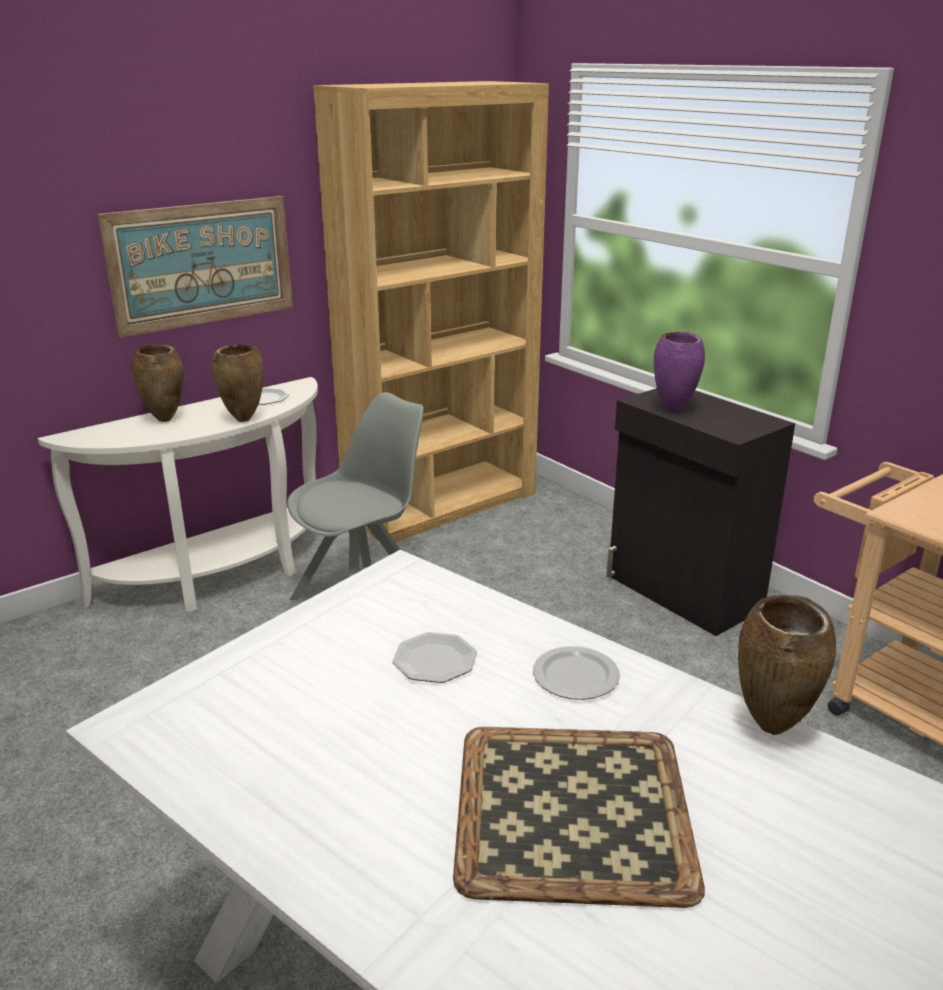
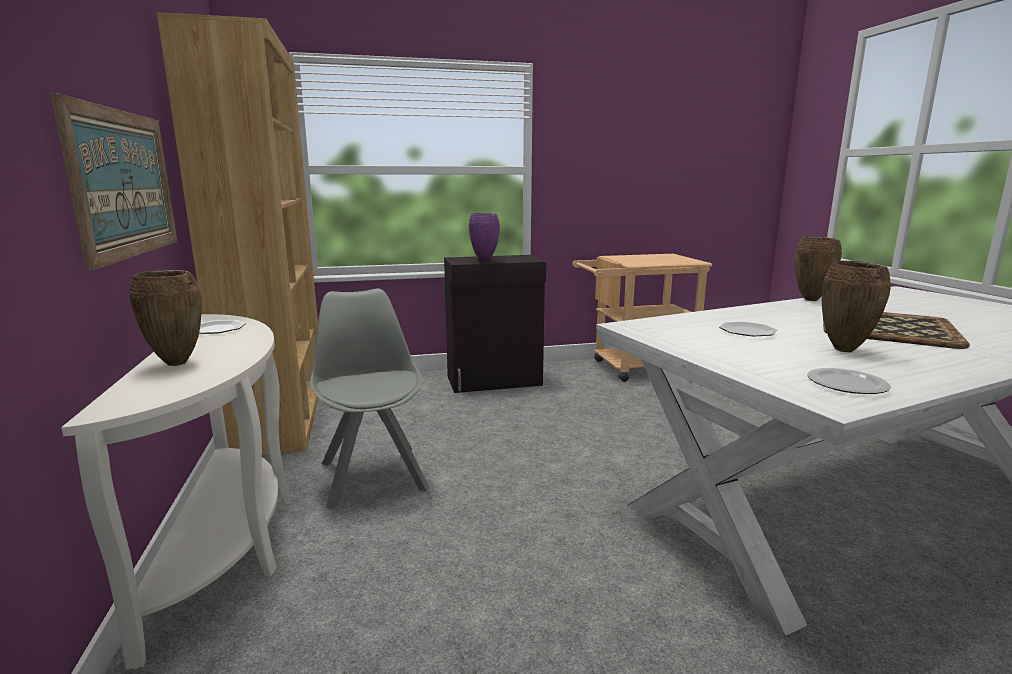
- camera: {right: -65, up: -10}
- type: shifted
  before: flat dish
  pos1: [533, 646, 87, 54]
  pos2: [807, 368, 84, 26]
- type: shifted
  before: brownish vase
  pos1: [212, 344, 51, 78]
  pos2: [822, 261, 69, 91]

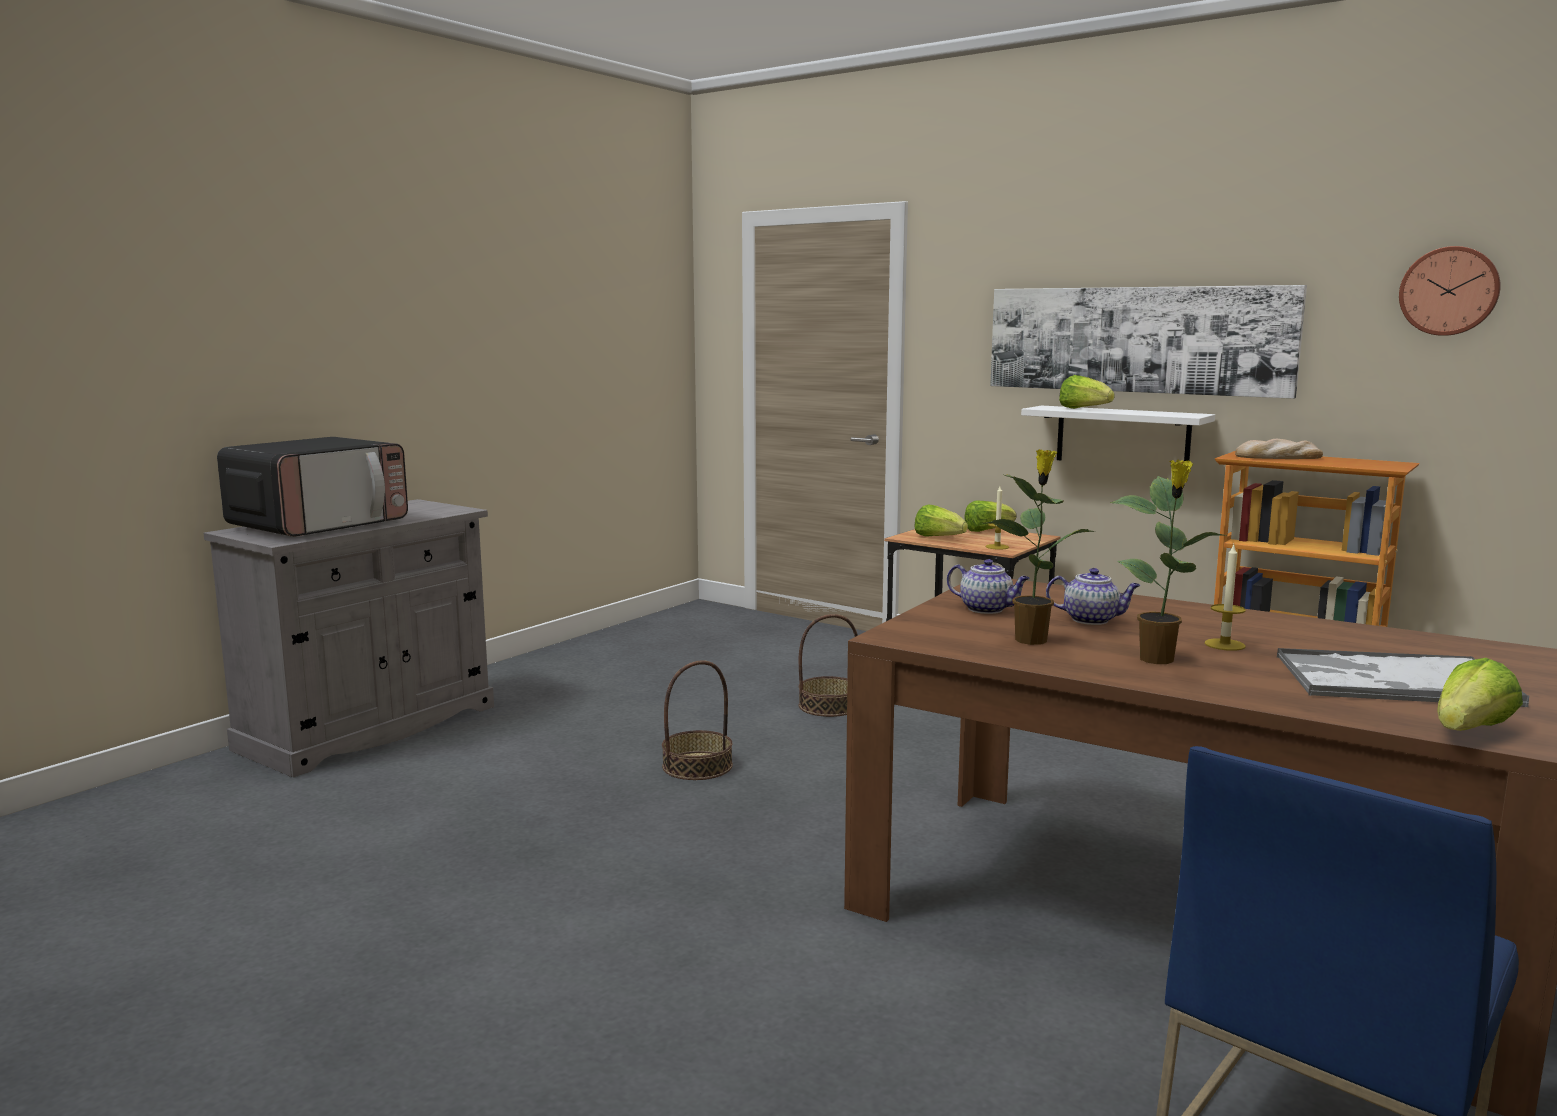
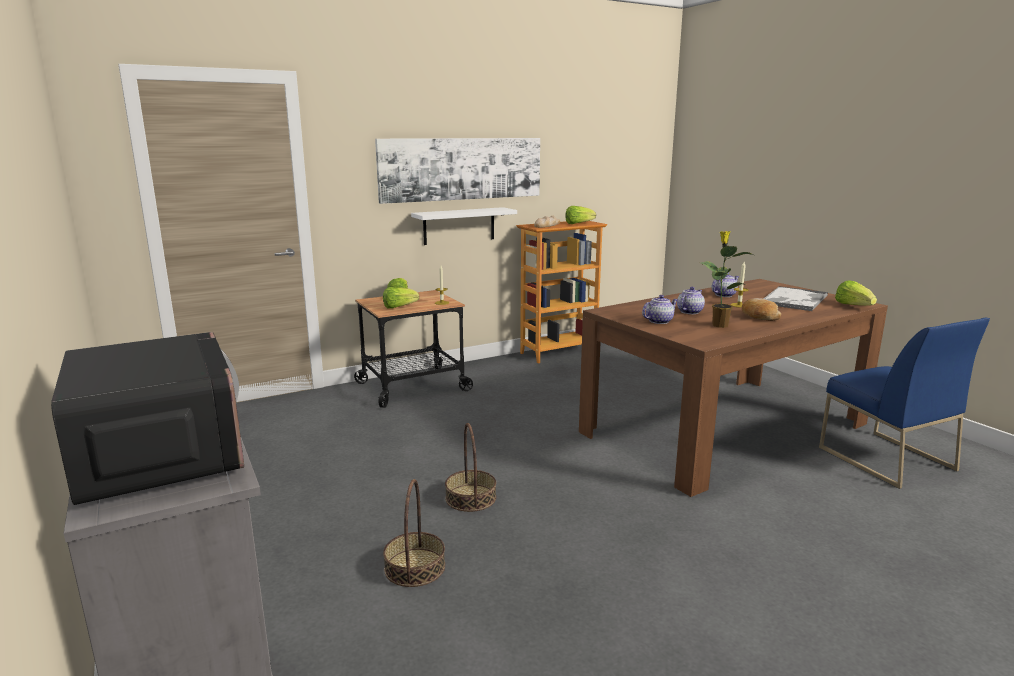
- camera: {right: -65, up: 5}
- type: shifted
  before: household basket
  pos1: [799, 614, 59, 103]
  pos2: [383, 479, 62, 108]
- type: shifted
  before: lettuce head
  pos1: [1059, 375, 56, 34]
  pos2: [565, 206, 31, 18]
- type: new
  after: teapot
  pos2: [712, 273, 27, 24]
- type: swapped
  before: houseplant
  after: baked bread
  pos1: [1110, 459, 116, 205]
  pos2: [742, 298, 39, 23]
- type: gone
  before: wall clock
  pos1: [1399, 246, 102, 90]

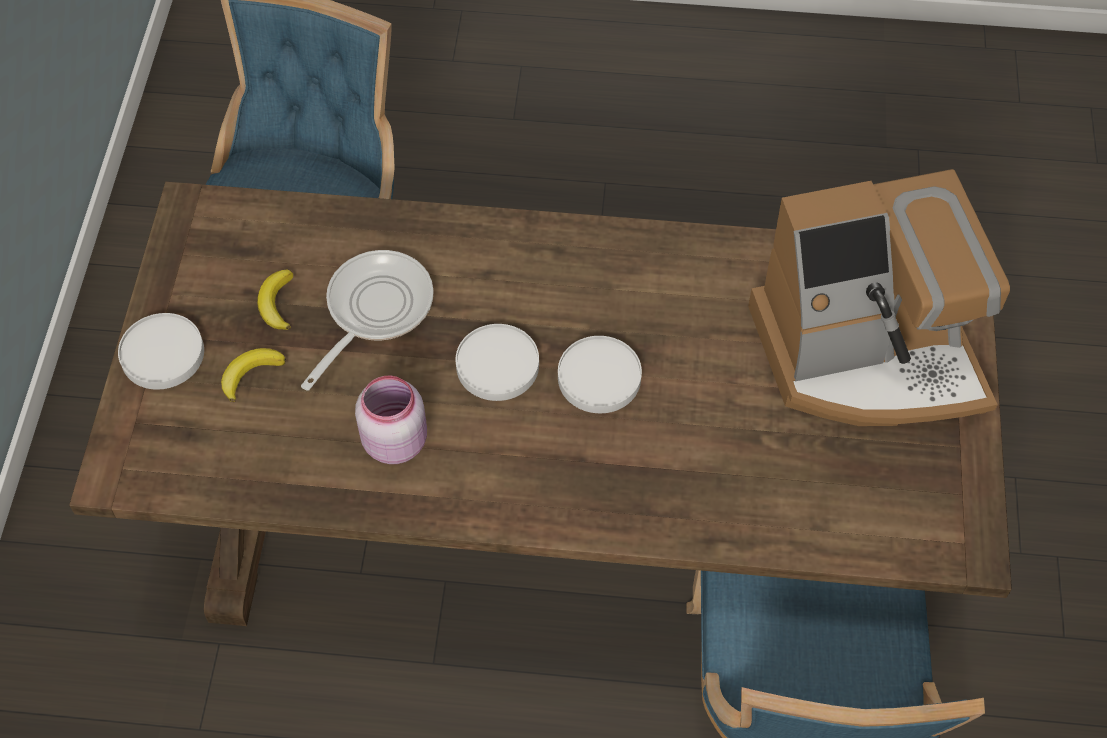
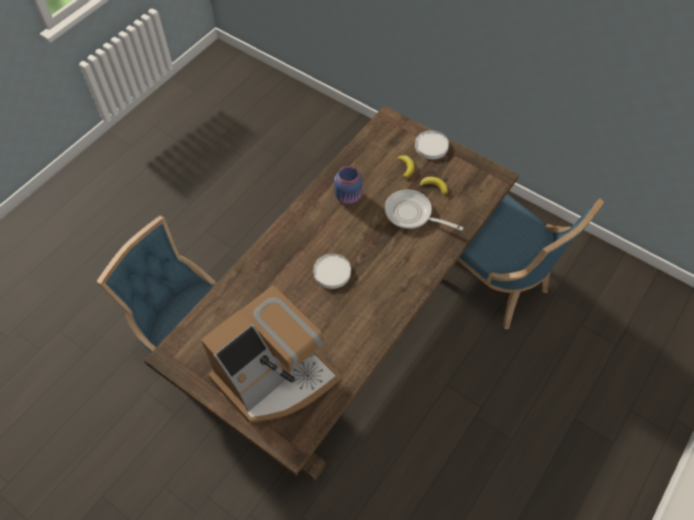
- camera: {right: 120, up: 0}
- type: rotated
  before: coffee brewer
  pos1: [748, 169, 262, 257]
  pos2: [201, 285, 141, 138]
  turn: -150
- type: repainted
  before: pinkish preserve jar
  after: blue-coloured preserve jar
  pos1: [355, 376, 72, 88]
  pos2: [334, 166, 28, 39]
- type: rotated
  before: skillet
  pos1: [301, 250, 133, 141]
  pos2: [385, 190, 78, 41]
  turn: 150
- type: gone
  before: whitish flat dish
  pos1: [456, 324, 83, 77]

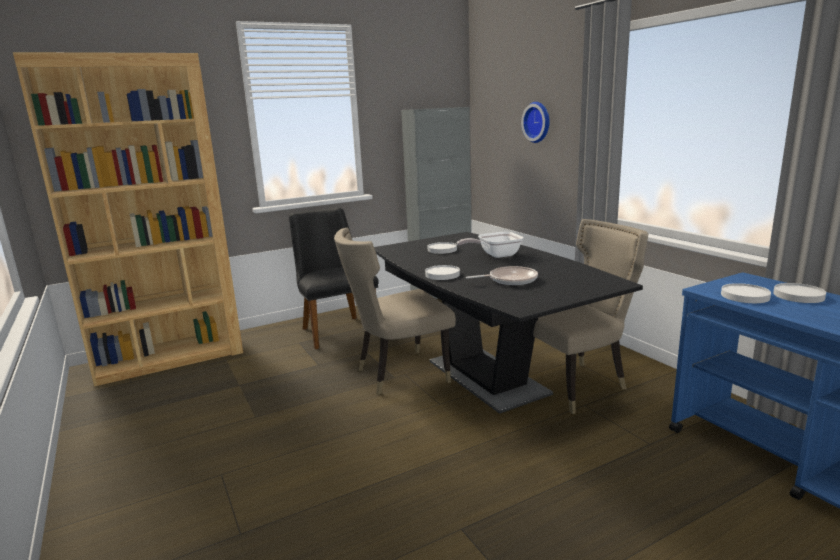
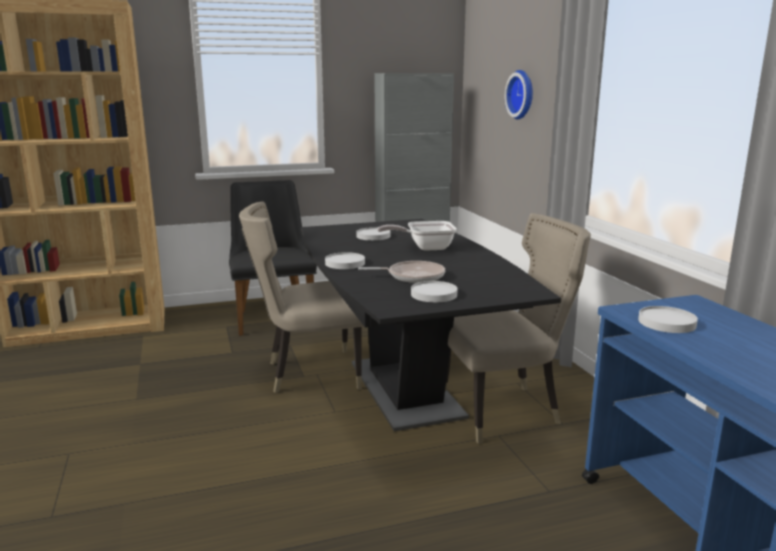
- camera: {right: 10, up: 0}
- type: shifted
  before: whitish flat dish
  pos1: [773, 283, 53, 20]
  pos2: [411, 281, 47, 21]

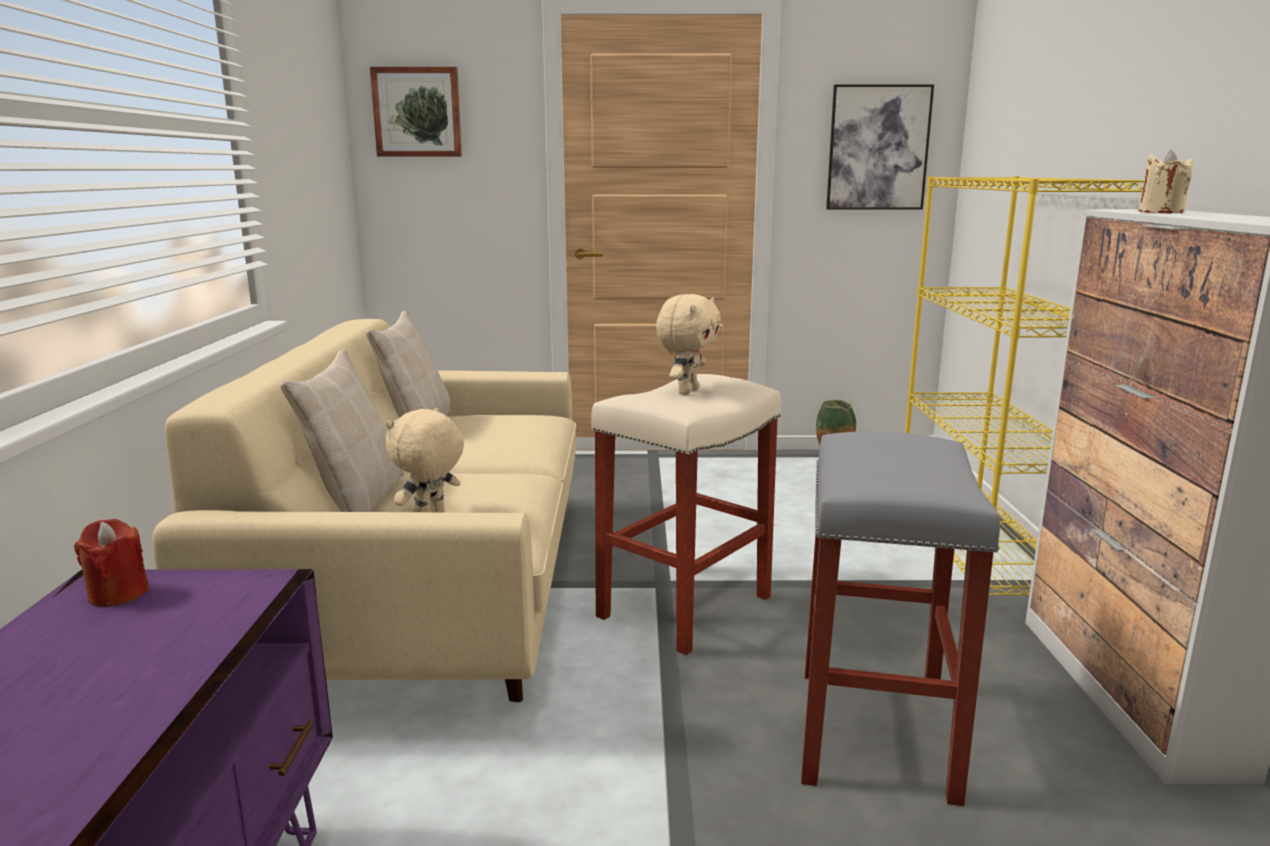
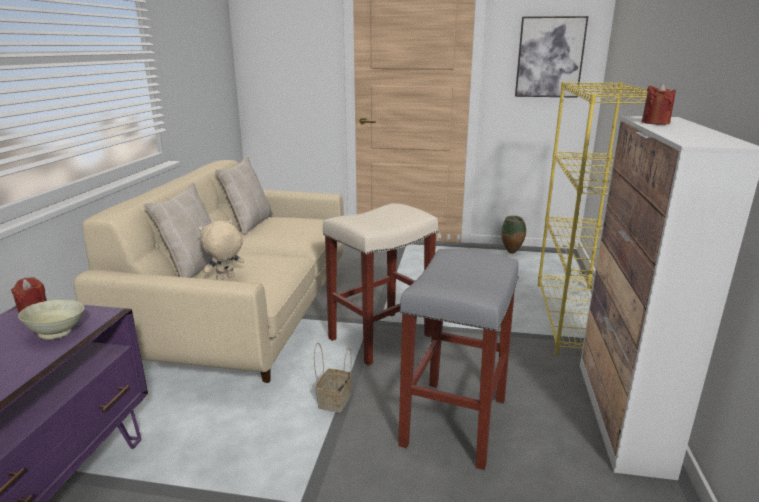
- camera: {right: 10, up: 5}
- type: new
  after: sand-coloured bowl
  pos2: [18, 299, 66, 41]
- type: new
  after: household basket
  pos2: [314, 343, 38, 70]
- type: repainted
  before: sand-coloured wax light
  after: reddish wax light
  pos1: [1138, 150, 55, 64]
  pos2: [642, 83, 34, 42]
- type: gone
  before: picture
  pos1: [370, 67, 92, 90]
- type: gone
  before: sand-coloured cuddly toy
  pos1: [656, 294, 65, 101]

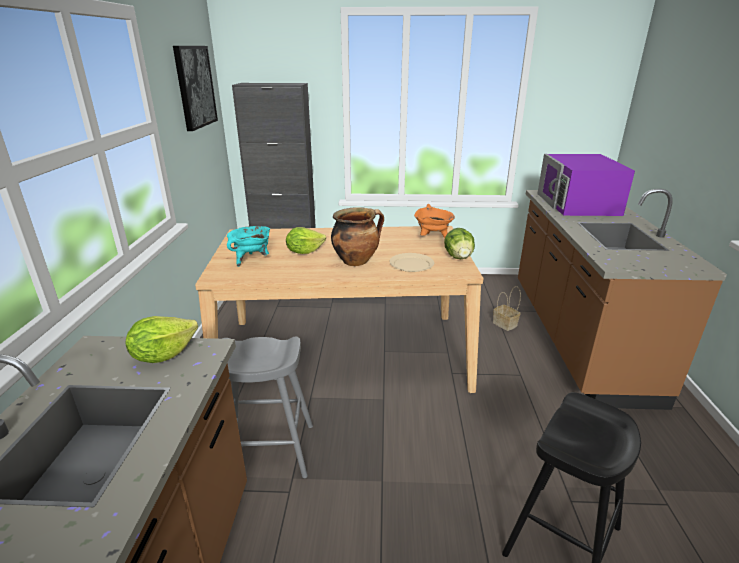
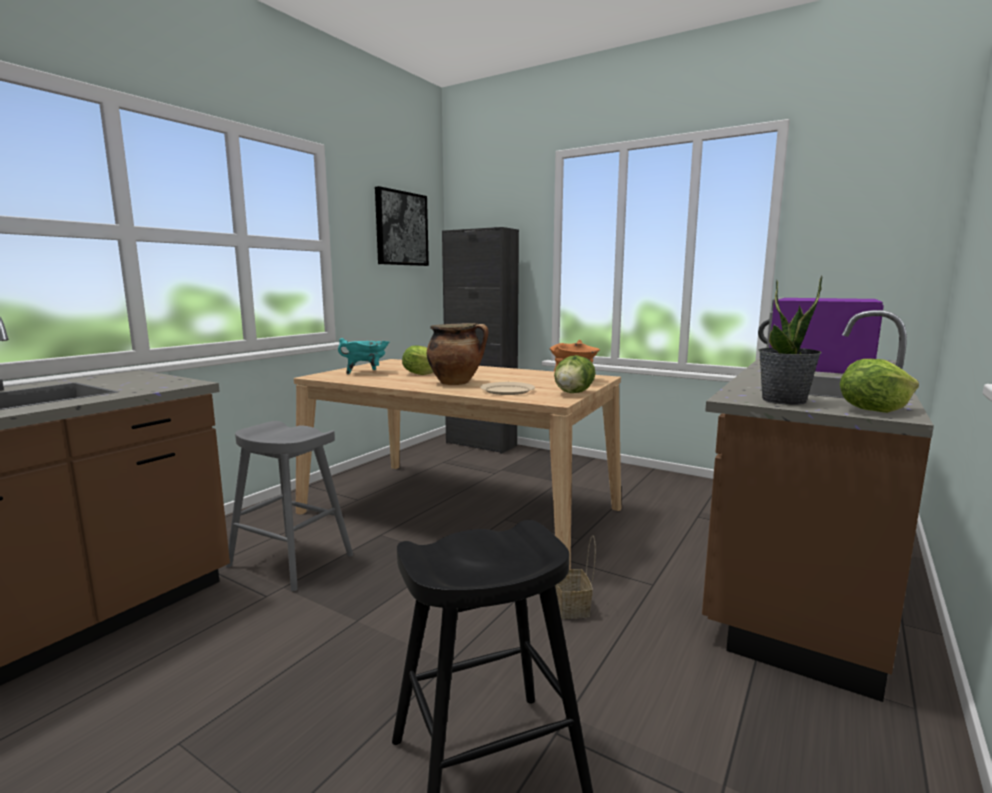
- camera: {right: 30, up: -15}
- type: shifted
  before: household basket
  pos1: [493, 286, 28, 45]
  pos2: [555, 535, 41, 84]
- type: new
  after: houseplant
  pos2: [759, 276, 63, 129]
- type: shifted
  before: lettuce head
  pos1: [126, 316, 72, 47]
  pos2: [840, 359, 79, 54]

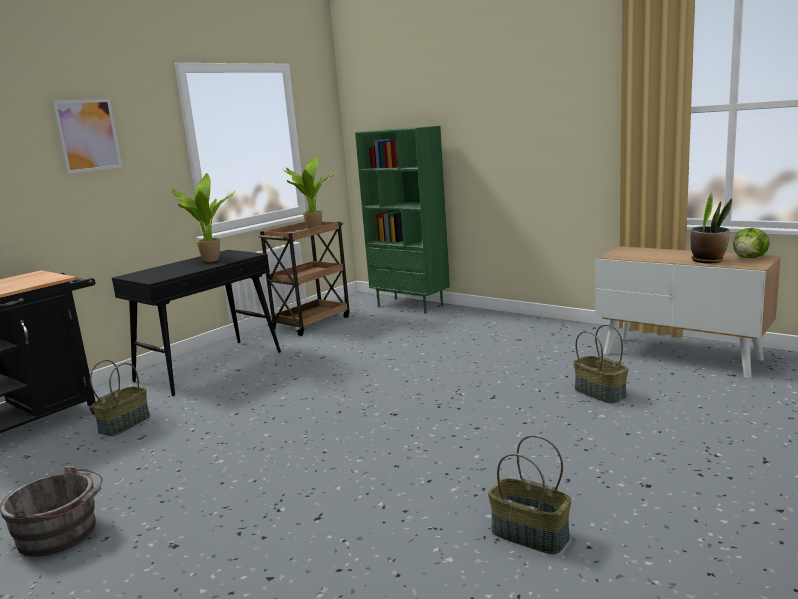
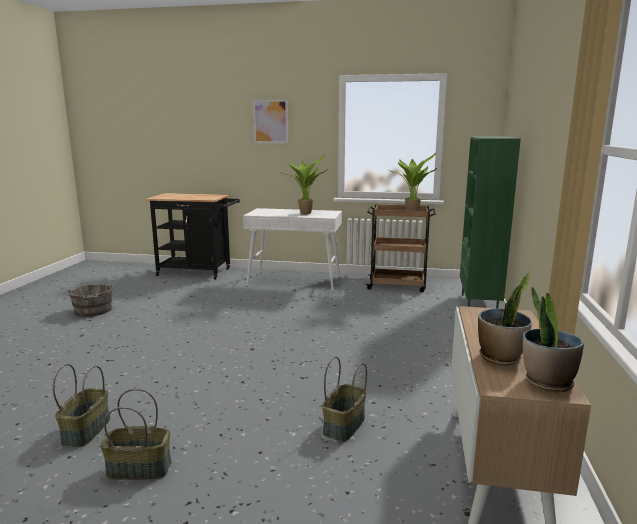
- camera: {right: 60, up: 0}
- type: shifted
  before: household basket
  pos1: [90, 360, 60, 76]
  pos2: [100, 389, 71, 91]
- type: repainted
  before: black hall table
  after: whitish hall table
  pos1: [112, 250, 169, 146]
  pos2: [243, 208, 99, 84]
- type: swapped
  before: lettuce head
  after: houseplant
  pos1: [733, 228, 37, 30]
  pos2: [523, 287, 61, 105]

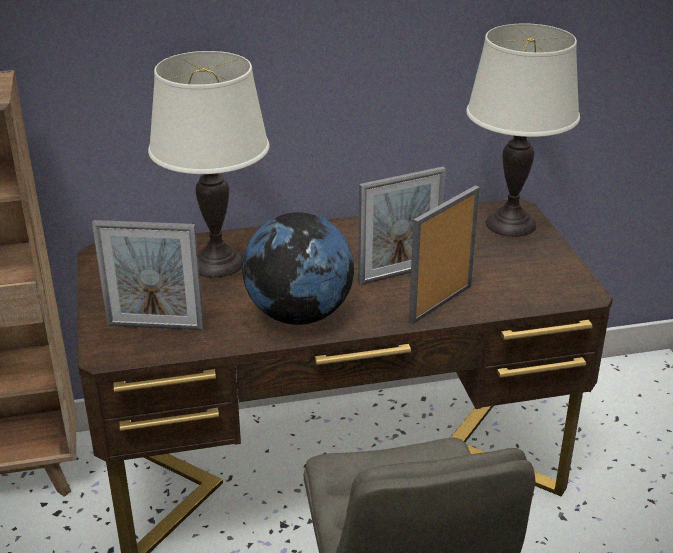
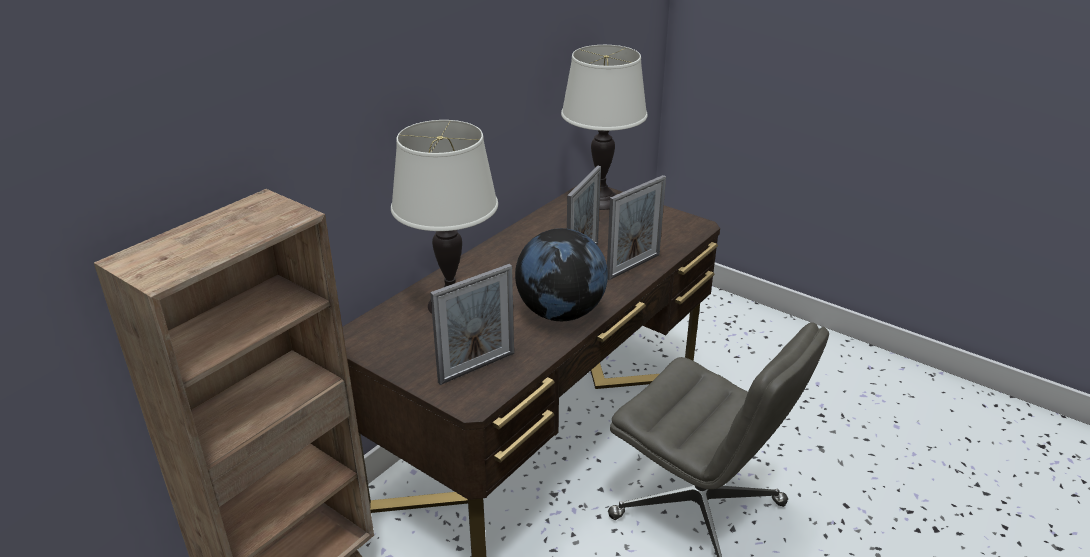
- camera: {right: -40, up: 0}
- type: rotated
  before: photo frame
  pos1: [409, 185, 71, 139]
  pos2: [607, 175, 59, 105]
  turn: -135

